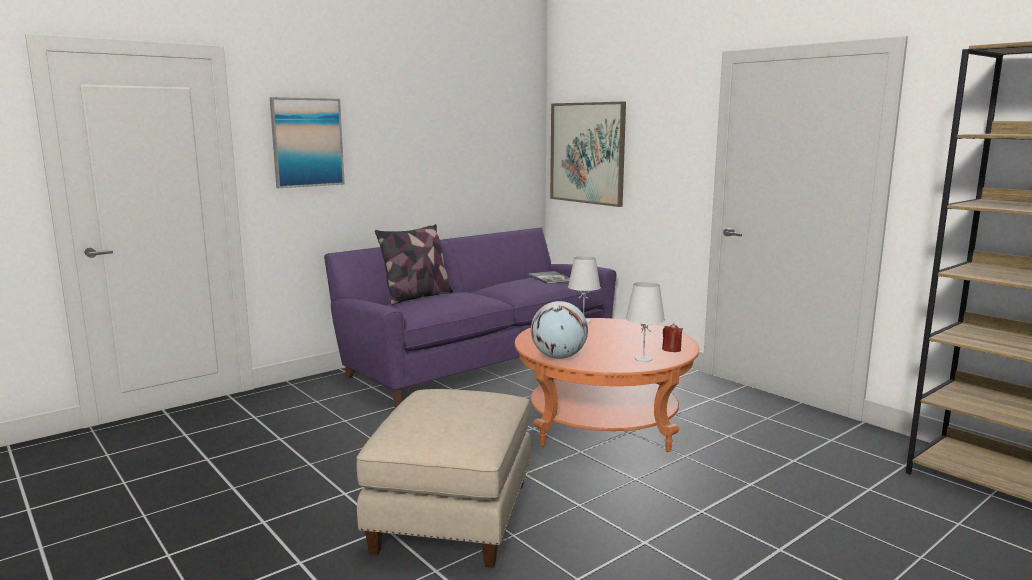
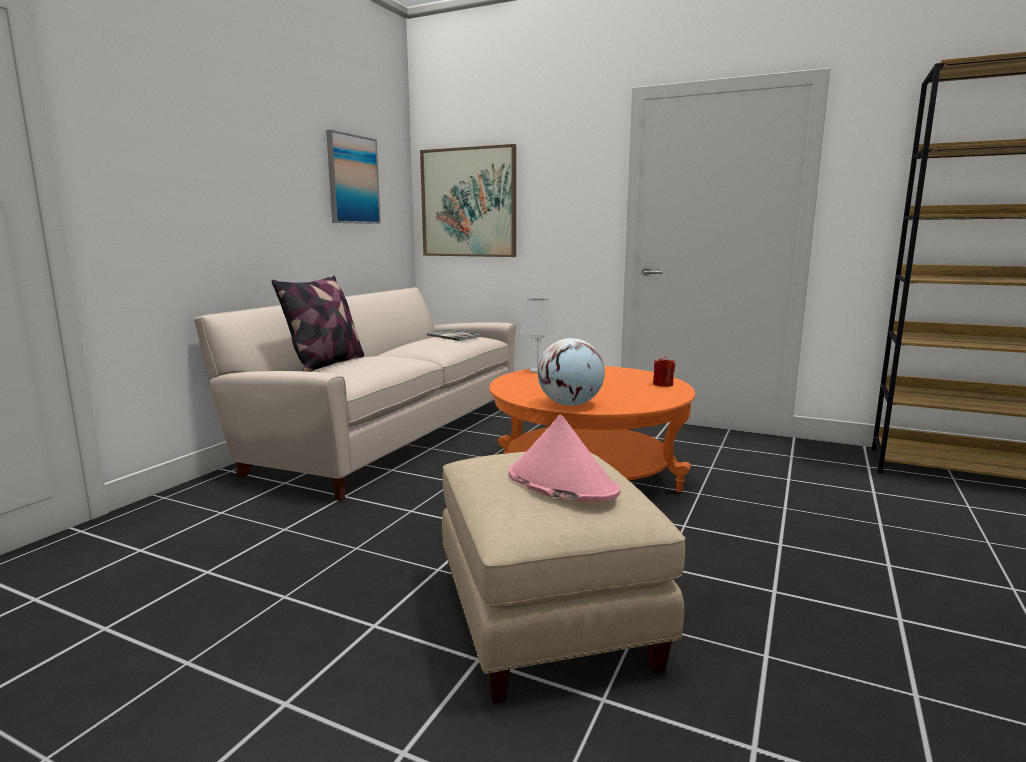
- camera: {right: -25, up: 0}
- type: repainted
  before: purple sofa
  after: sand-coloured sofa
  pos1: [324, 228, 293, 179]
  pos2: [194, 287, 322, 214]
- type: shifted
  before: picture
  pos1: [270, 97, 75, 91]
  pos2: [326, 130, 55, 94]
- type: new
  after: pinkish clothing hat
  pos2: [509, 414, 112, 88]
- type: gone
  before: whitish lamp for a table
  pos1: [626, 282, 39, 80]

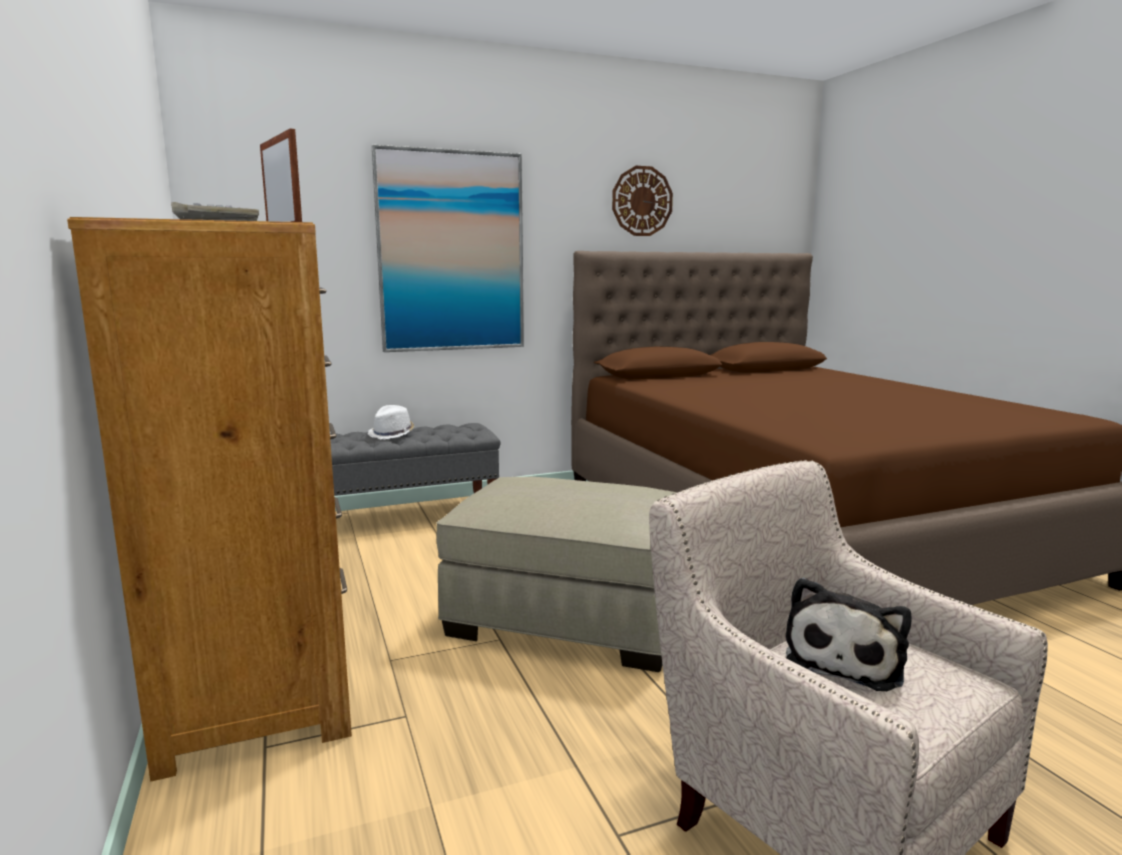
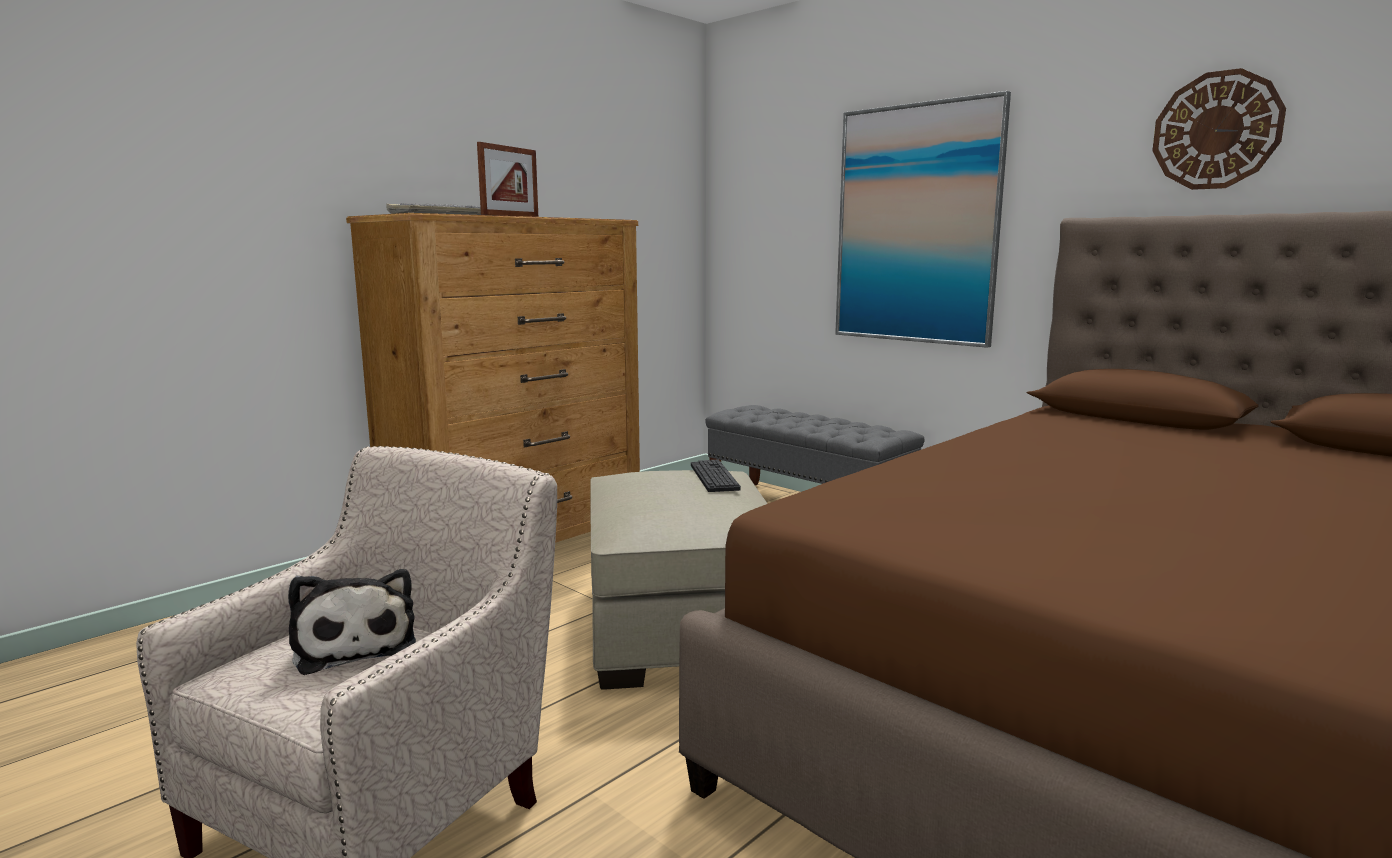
- camera: {right: 65, up: 0}
- type: rotated
  before: cuddly toy
  pos1: [786, 577, 125, 114]
  pos2: [288, 569, 128, 106]
  turn: -120
- type: new
  after: PC keyboard
  pos2: [691, 460, 50, 32]
- type: gone
  before: whitish clothing hat
  pos1: [368, 405, 46, 35]

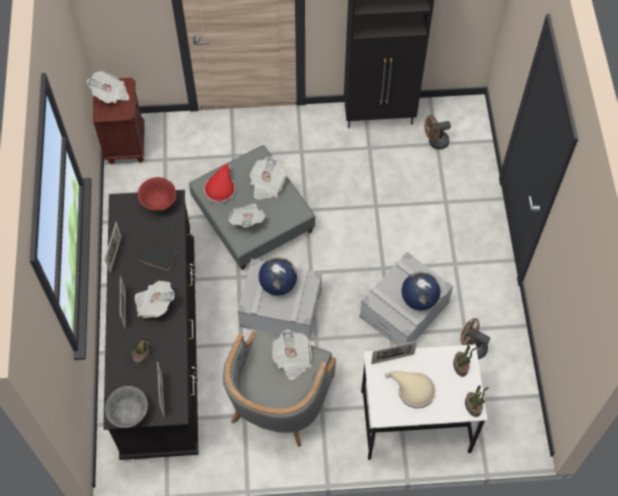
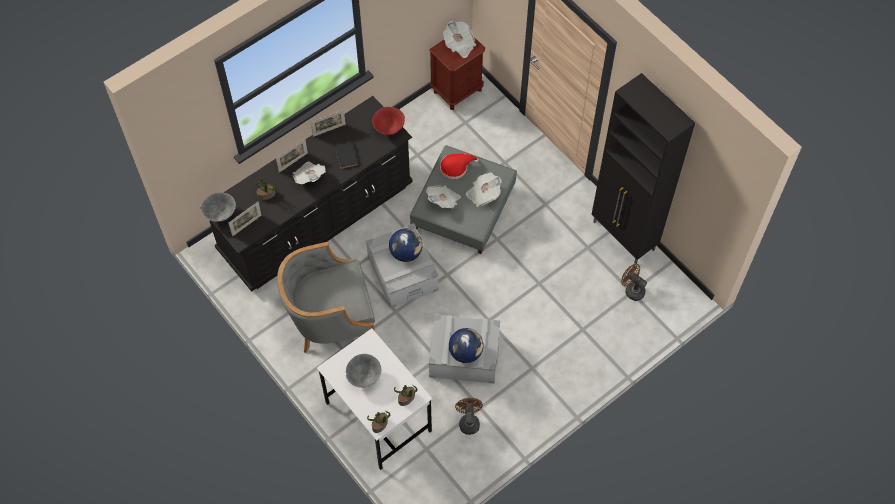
- camera: {right: 55, up: 0}
- type: swapped
  before: sand-coloured clothing hat
  after: greyish bowl
  pos1: [385, 371, 50, 37]
  pos2: [346, 354, 35, 34]
- type: gone
  before: daily paper
  pos1: [272, 330, 40, 50]
- type: gone
  before: photo frame
  pos1: [371, 341, 46, 23]

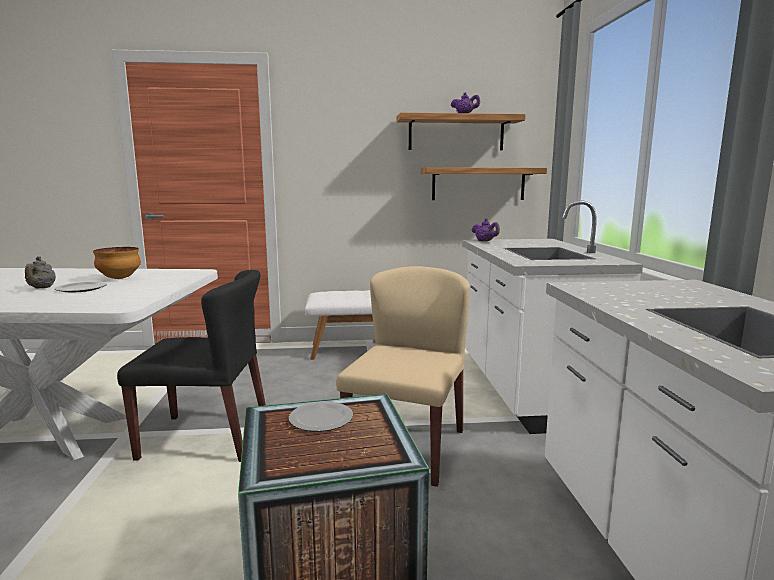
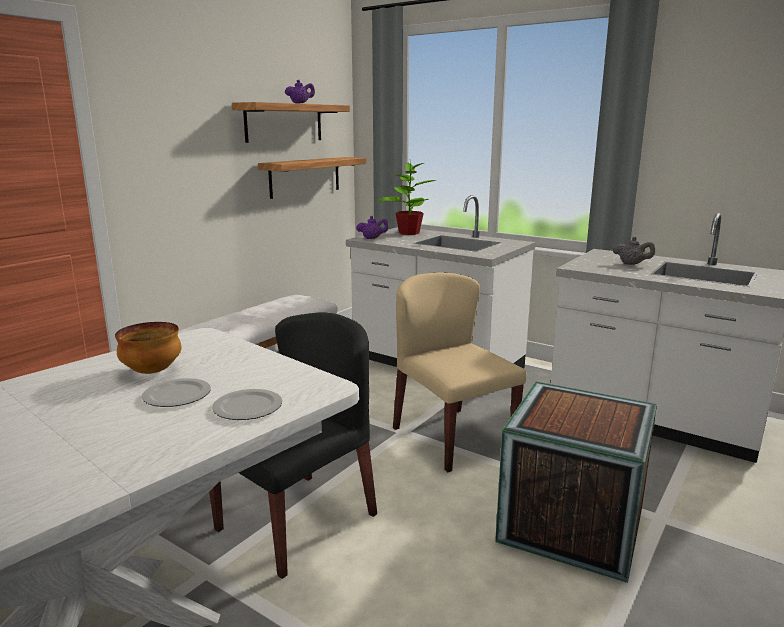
- camera: {right: -50, up: 5}
- type: shifted
  before: flat dish
  pos1: [289, 401, 64, 31]
  pos2: [212, 389, 70, 31]
- type: new
  after: houseplant
  pos2: [376, 161, 61, 74]
- type: shifted
  before: greyish teapot
  pos1: [25, 256, 31, 32]
  pos2: [613, 237, 42, 28]

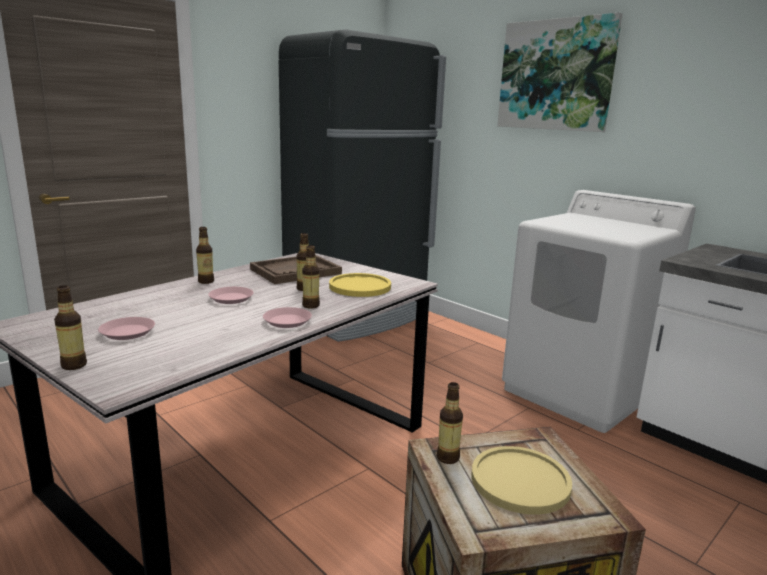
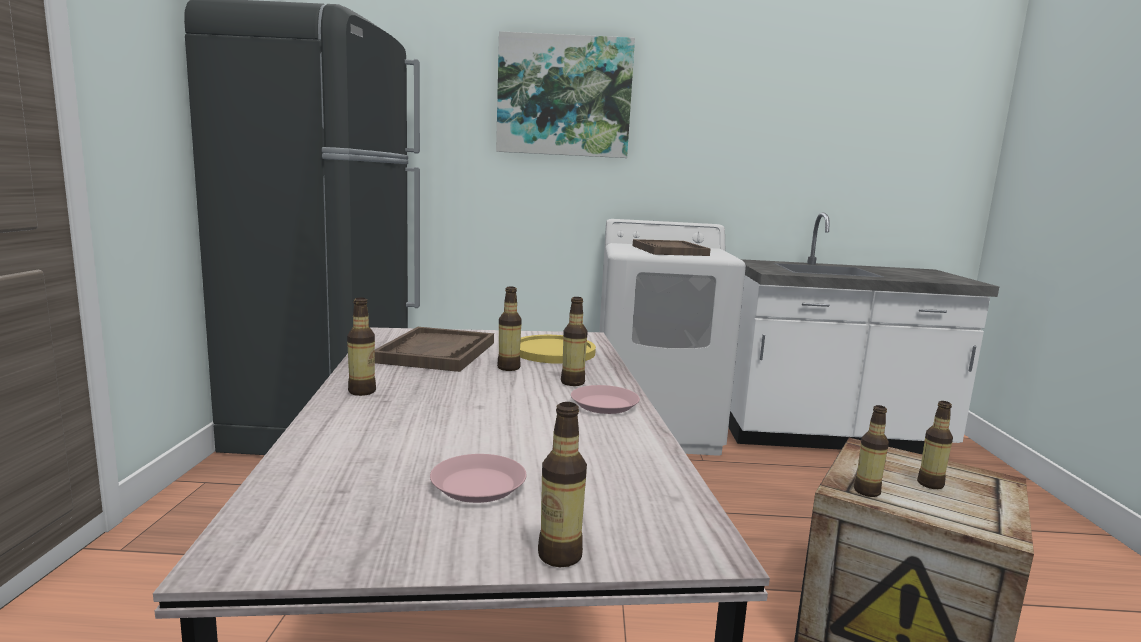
- camera: {right: -45, up: -5}
- type: new
  after: brownish carrying tray
  pos2: [633, 239, 78, 17]
- type: swapped
  before: yellow-coloured flat dish
  after: bottle
  pos1: [471, 446, 101, 69]
  pos2: [917, 401, 36, 88]
- type: gone
  before: pinkish flat dish
  pos1: [208, 287, 46, 17]

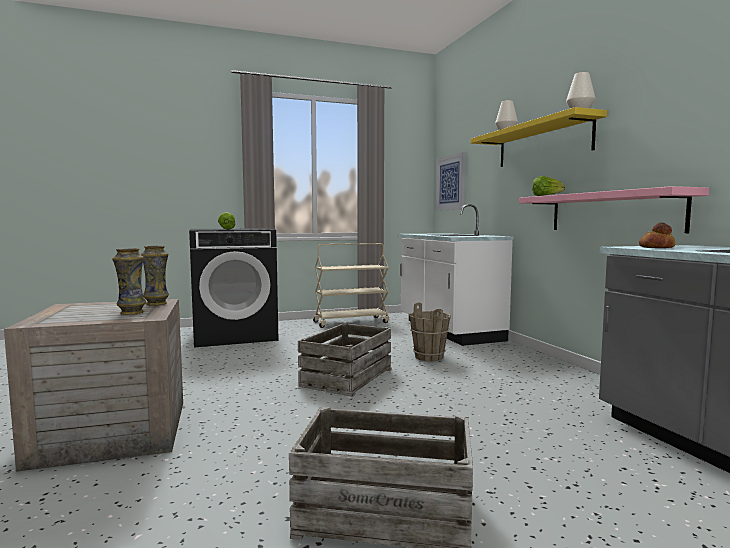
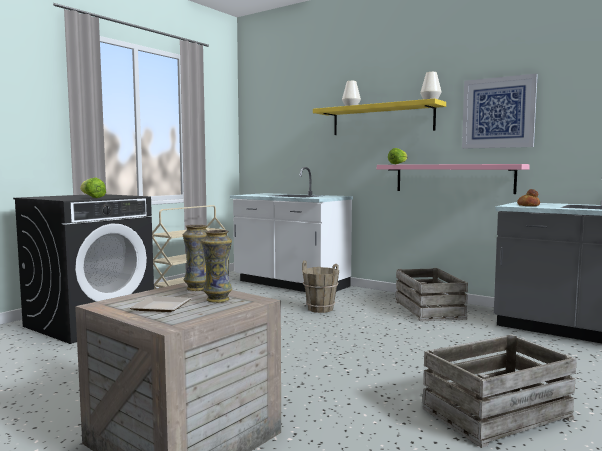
- camera: {right: -35, up: 0}
- type: new
  after: flat dish
  pos2: [130, 296, 61, 16]
- type: shifted
  before: packing crate
  pos1: [298, 323, 94, 74]
  pos2: [396, 268, 72, 54]
- type: shifted
  before: picture
  pos1: [435, 152, 31, 59]
  pos2: [462, 73, 76, 76]

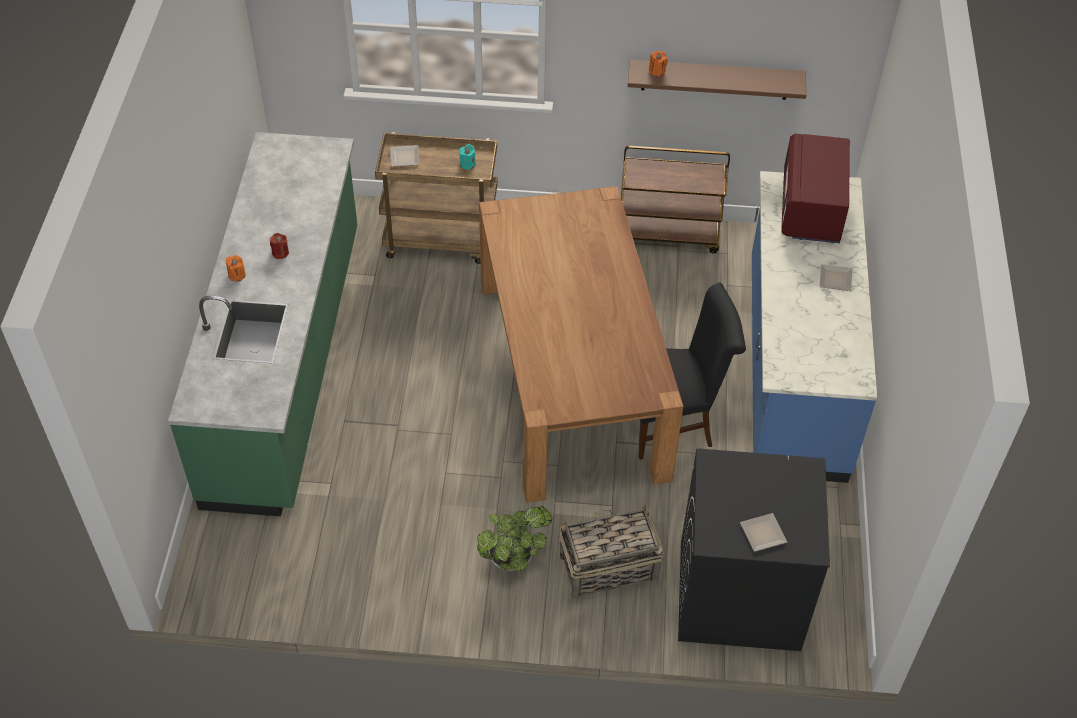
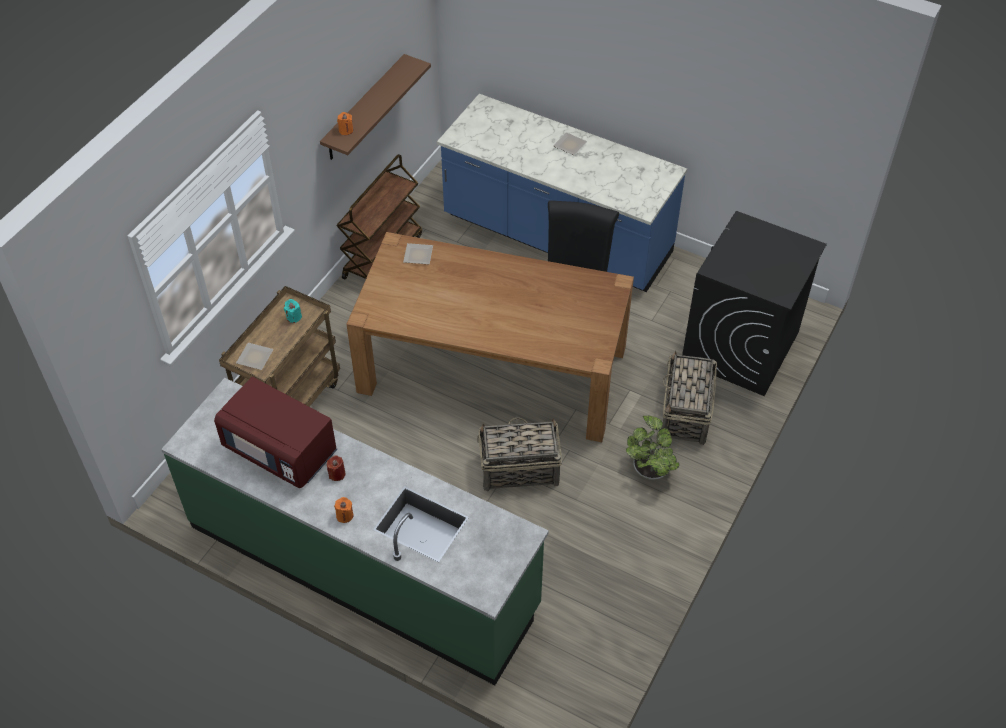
- camera: {right: -65, up: 0}
- type: shifted
  before: reddish microwave
  pos1: [781, 134, 69, 109]
  pos2: [214, 377, 123, 111]
- type: shifted
  before: flat dish
  pos1: [740, 513, 47, 39]
  pos2: [403, 243, 30, 21]
- type: new
  after: household basket
  pos2: [477, 417, 85, 74]

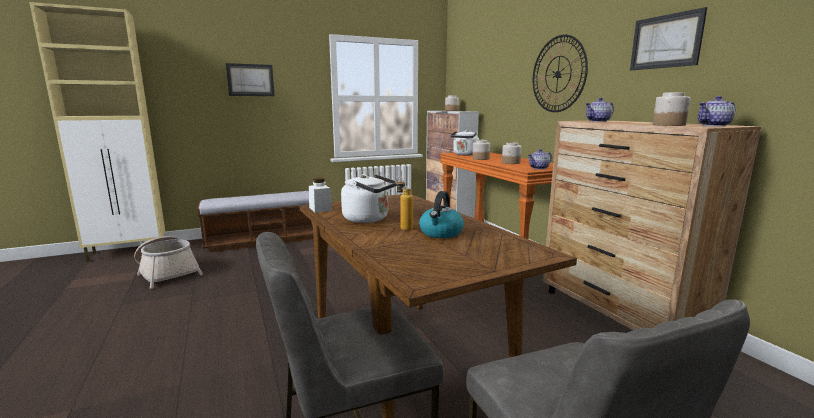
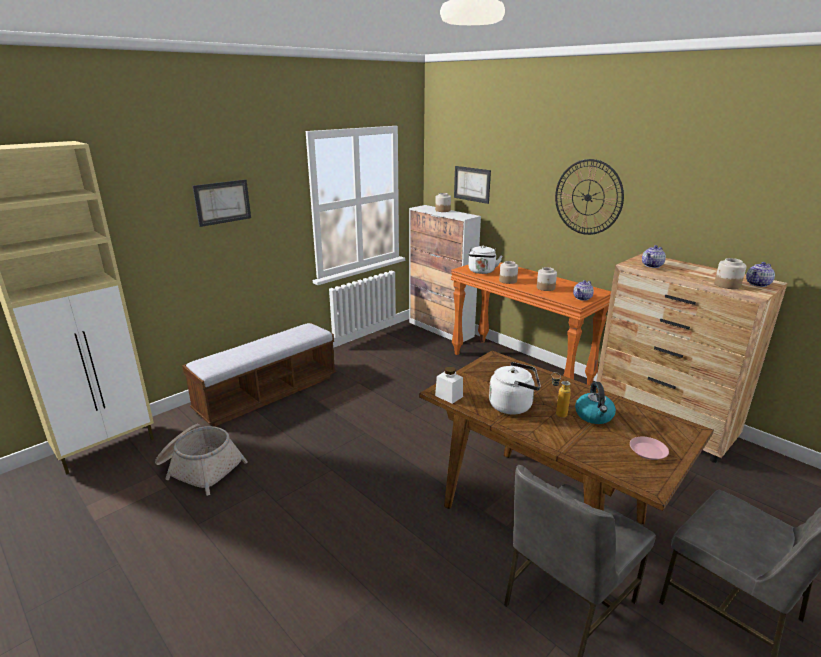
- camera: {right: -20, up: 10}
- type: shifted
  before: picture
  pos1: [630, 7, 77, 63]
  pos2: [454, 166, 37, 38]
- type: new
  after: pinkish flat dish
  pos2: [630, 437, 39, 23]

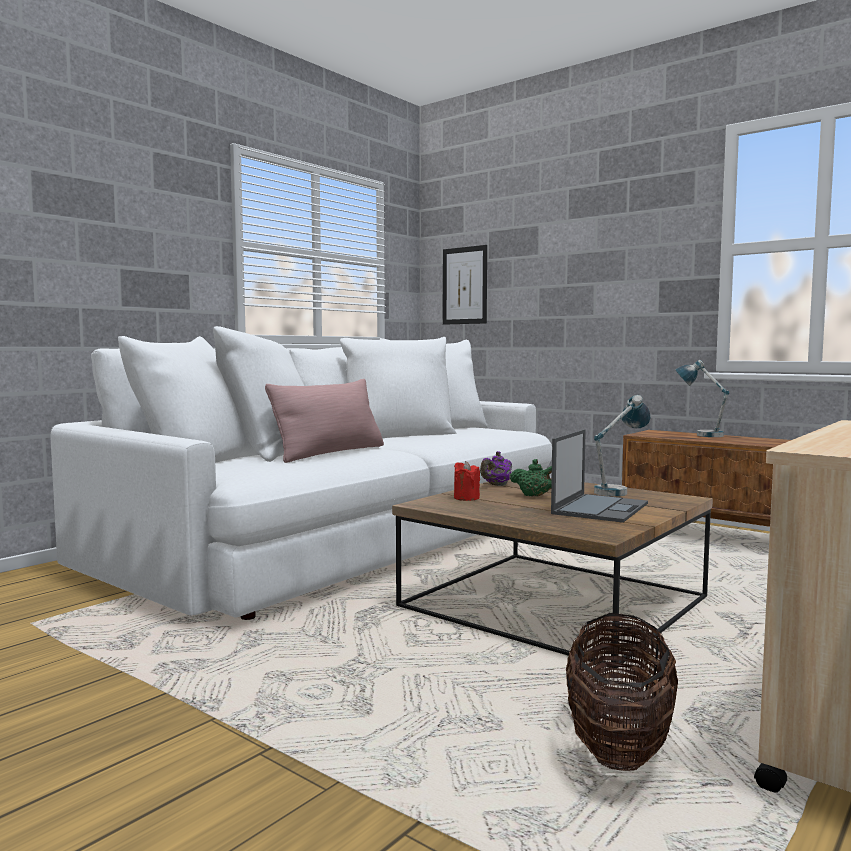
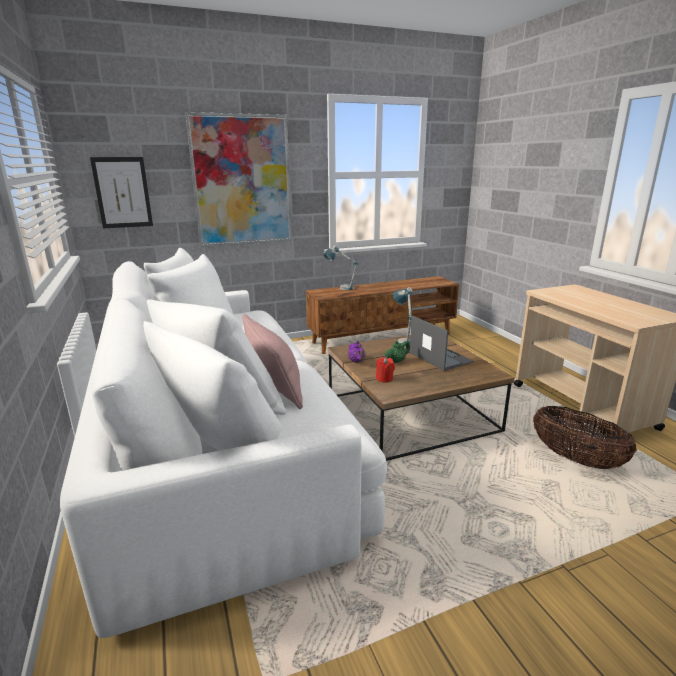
- camera: {right: -60, up: 15}
- type: new
  after: picture
  pos2: [185, 112, 107, 135]

